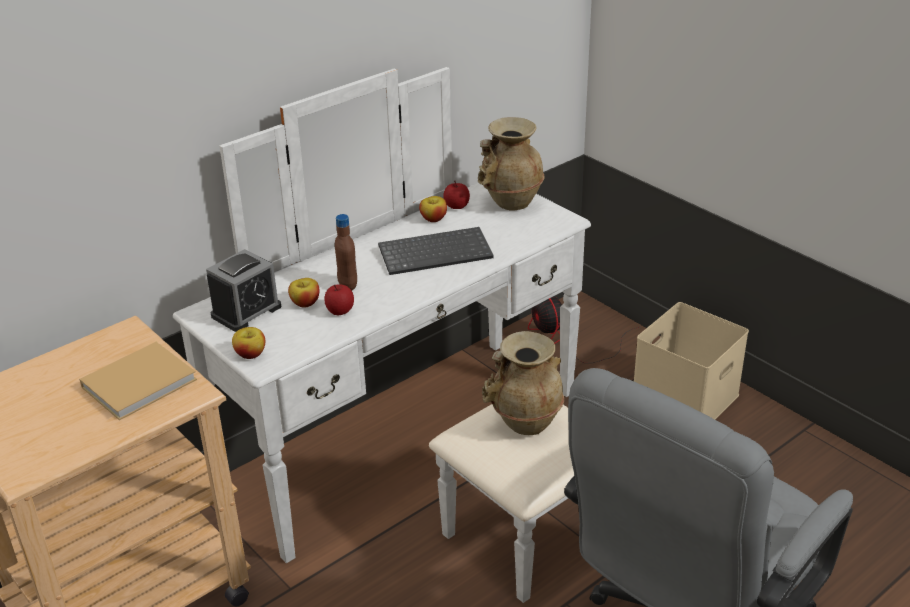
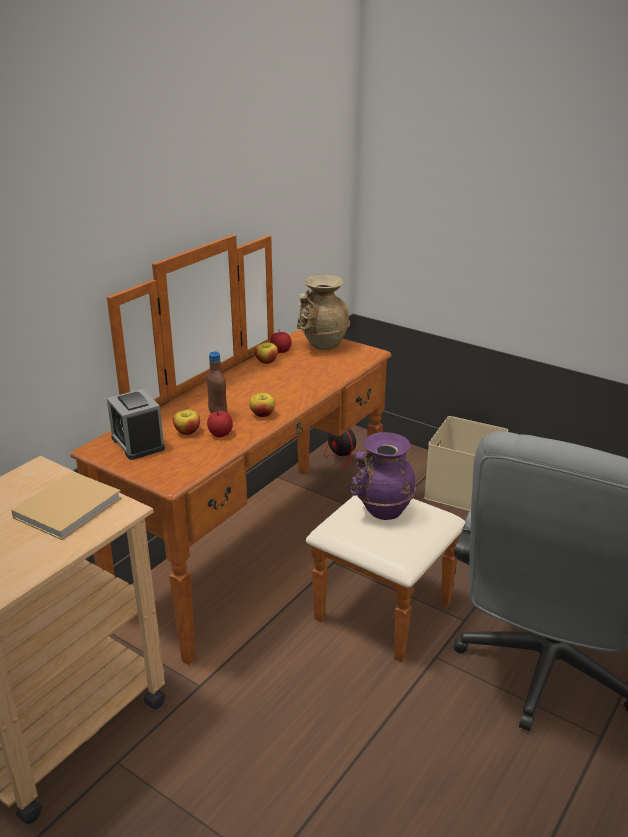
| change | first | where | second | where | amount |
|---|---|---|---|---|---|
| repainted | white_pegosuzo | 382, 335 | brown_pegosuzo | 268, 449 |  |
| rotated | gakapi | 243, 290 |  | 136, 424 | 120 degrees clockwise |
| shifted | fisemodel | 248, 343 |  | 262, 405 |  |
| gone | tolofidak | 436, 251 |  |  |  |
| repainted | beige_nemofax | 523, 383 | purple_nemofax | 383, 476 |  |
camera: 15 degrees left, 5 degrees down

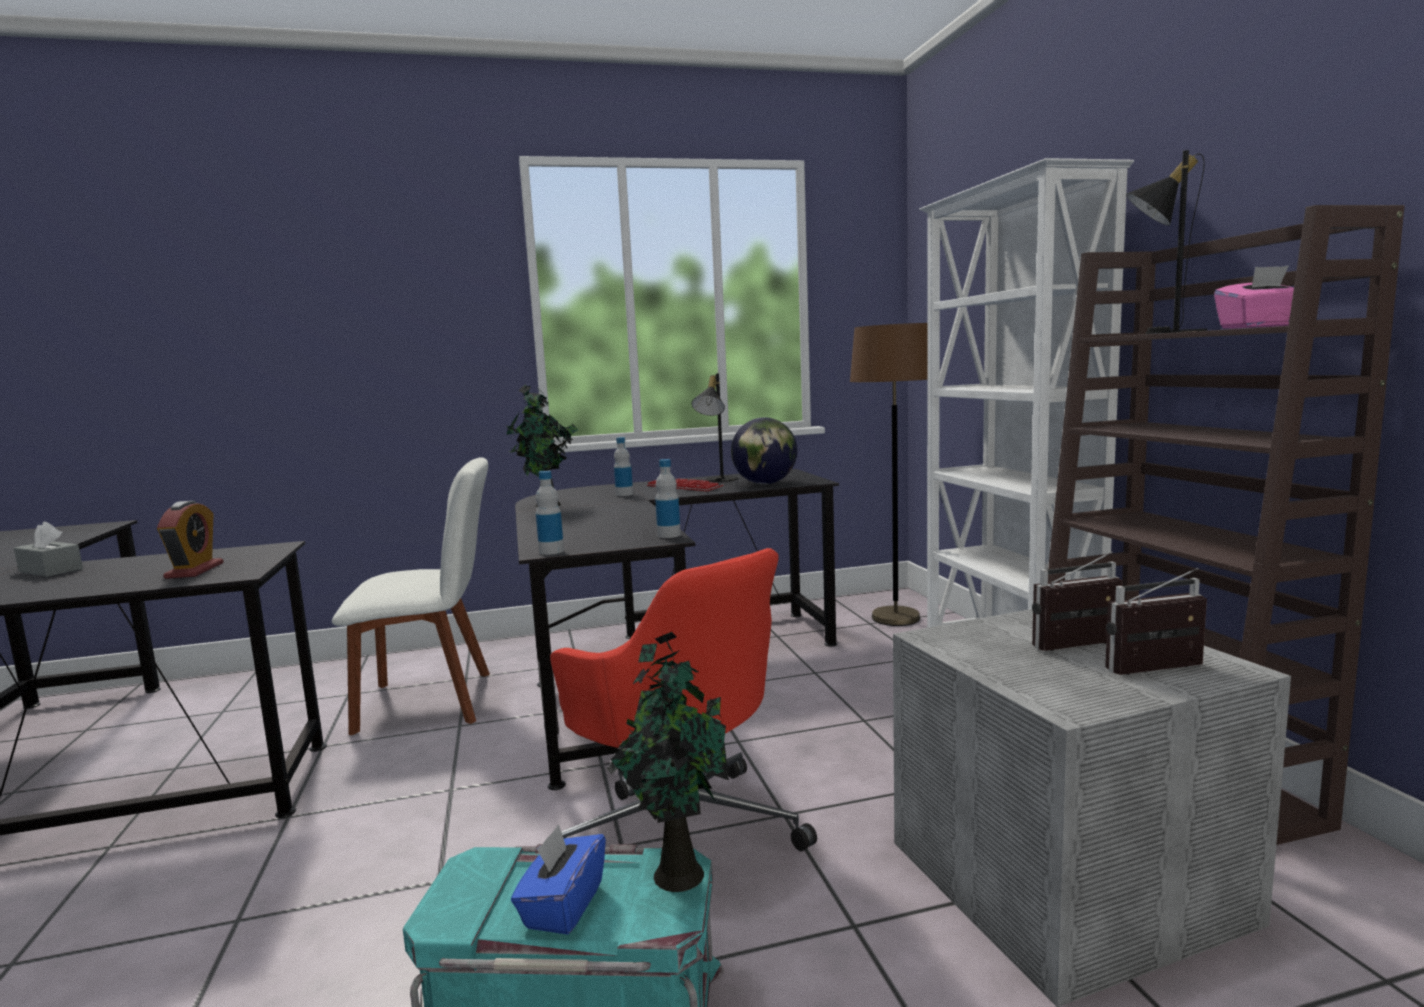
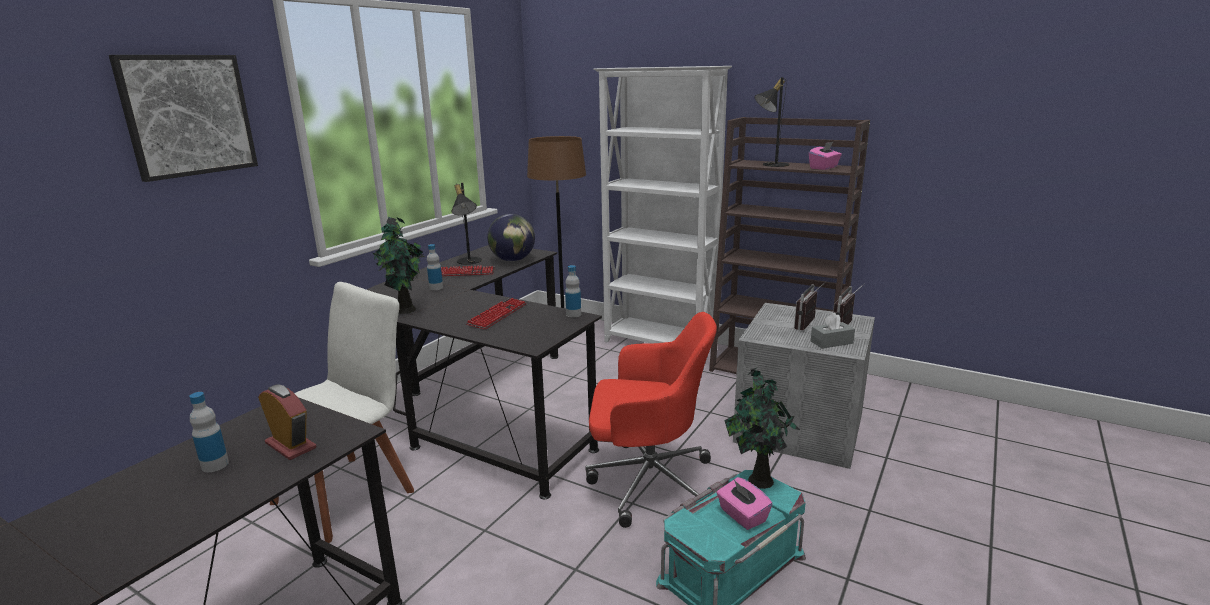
| change | first | where | second | where | amount |
|---|---|---|---|---|---|
| shifted | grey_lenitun | 48, 549 |  | 833, 331 |  |
| repainted | blue_lenitun | 558, 879 | pink_lenitun | 744, 503 |  |
| shifted | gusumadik | 550, 513 |  | 209, 432 |  |
| new |  |  | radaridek | 183, 118 |  |
| new |  |  | tolofidak | 496, 313 |  |
camera: 45 degrees left, 10 degrees up

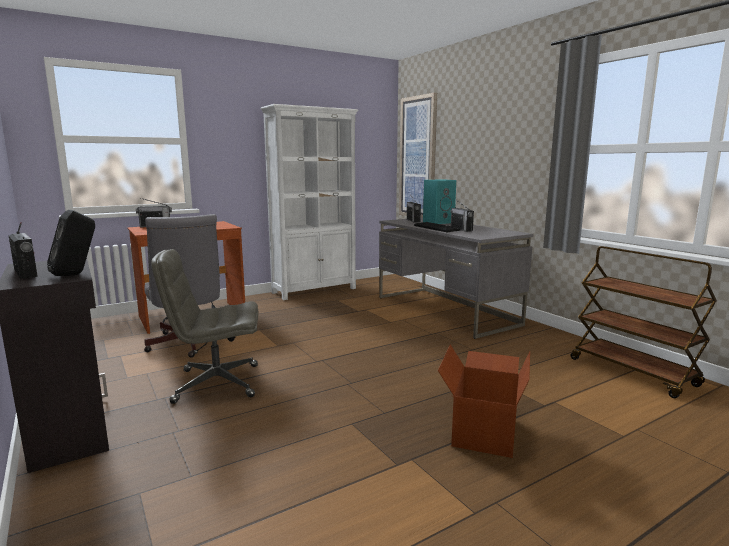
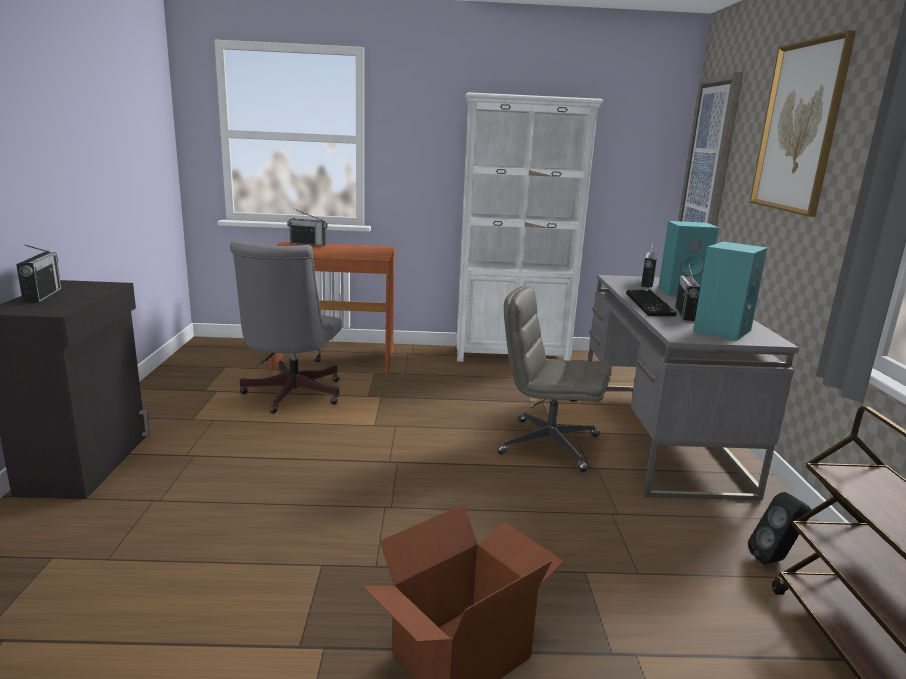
| change | first | where | second | where | amount |
|---|---|---|---|---|---|
| shifted | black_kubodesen | 71, 243 |  | 779, 528 |  |
| shifted | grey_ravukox | 204, 326 |  | 554, 379 |  |
| new |  |  | turquoise_kubodesen | 730, 291 |  |
| new |  |  | radaridek | 803, 123 |  |
camera: 30 degrees right, 5 degrees up

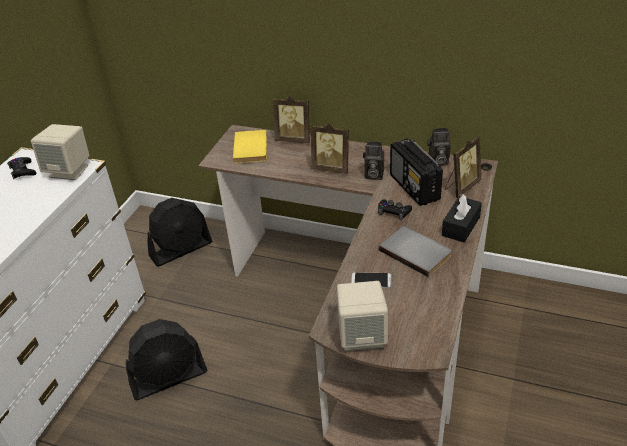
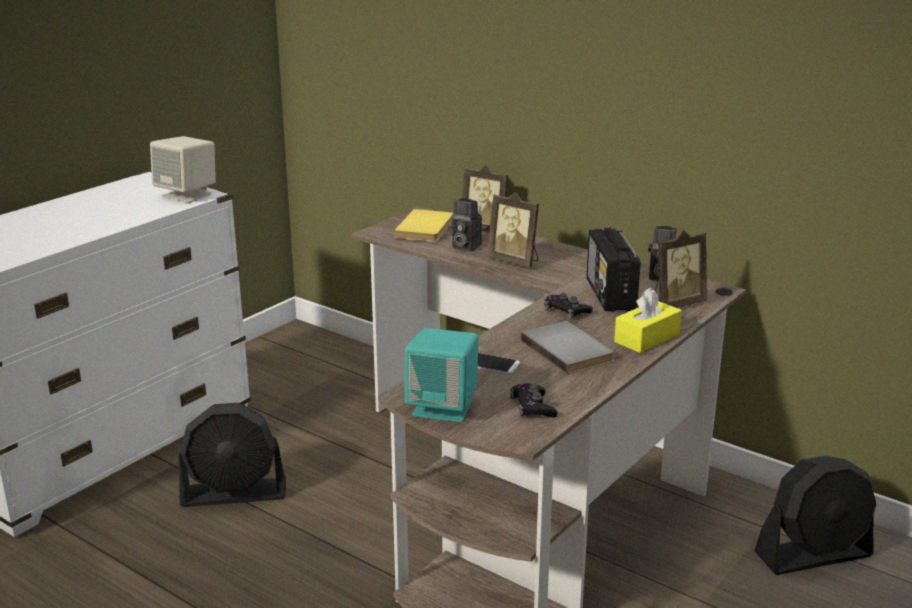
| change | first | where | second | where | amount |
|---|---|---|---|---|---|
| shifted | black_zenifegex | 21, 168 |  | 533, 401 |  |
| shifted | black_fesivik | 180, 232 |  | 815, 515 |  |
| repainted | beige_kubodesen | 362, 316 | turquoise_kubodesen | 441, 375 |  |
| shifted | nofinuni | 373, 160 |  | 467, 225 |  |
| repainted | black_lenitun | 462, 218 | yellow_lenitun | 648, 320 |  |
camera: 15 degrees right, 15 degrees down

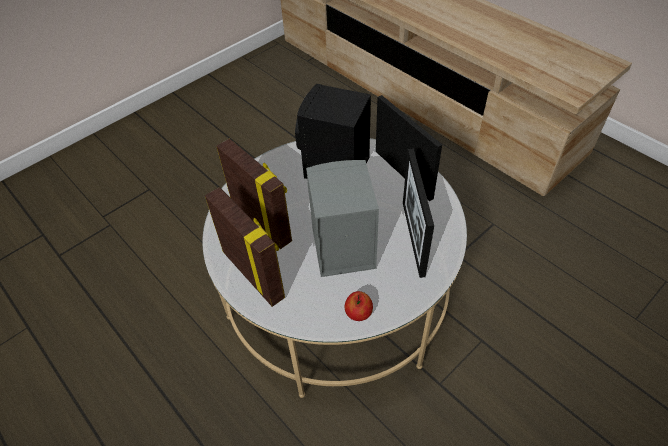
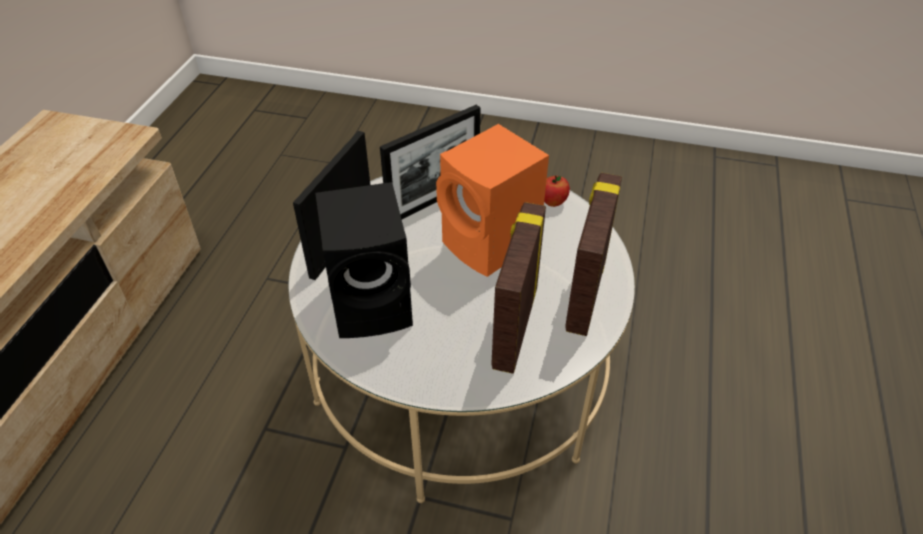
| change | first | where | second | where | amount |
|---|---|---|---|---|---|
| repainted | grey_kubodesen | 342, 218 | orange_kubodesen | 492, 200 |  |
camera: 125 degrees left, 5 degrees down

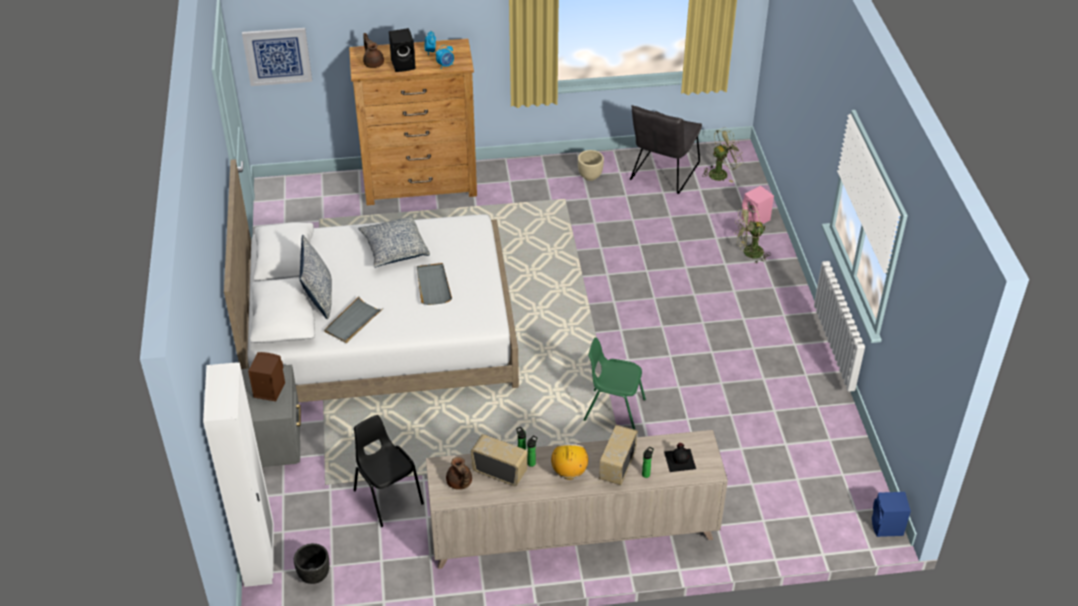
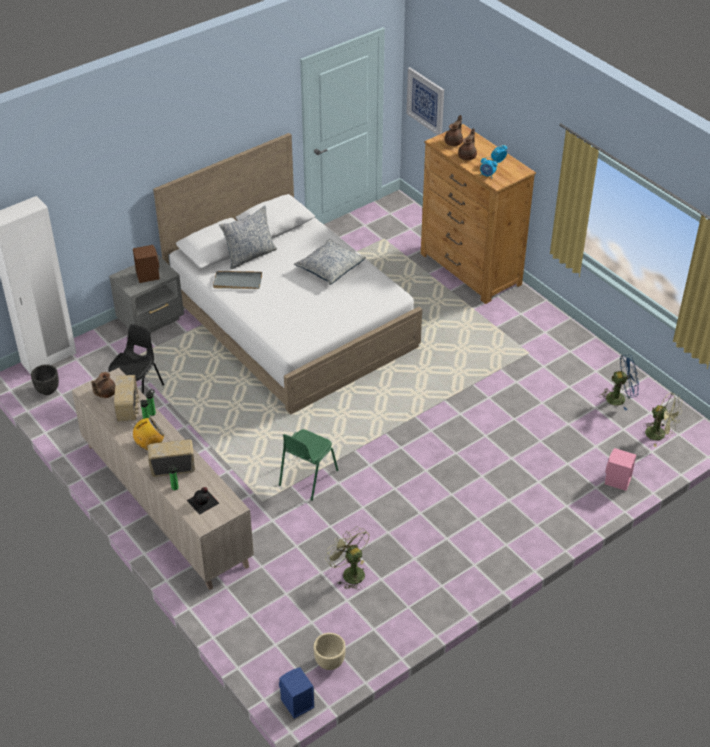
| change | first | where | second | where | amount |
|---|---|---|---|---|---|
| swapped | black_kubodesen | 402, 50 | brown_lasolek | 467, 144 |  |
| gone | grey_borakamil | 434, 284 |  |  |  |
| shifted | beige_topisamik | 591, 165 |  | 330, 651 |  |
| rotated | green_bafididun | 615, 383 |  | 308, 465 | 135 degrees counterclockwise |
| swapped | grey_bafididun | 666, 149 | blue_fesivik | 619, 382 |  |
| shifted | green_fesivik | 753, 234 |  | 347, 558 |  |
camera: 60 degrees right, 0 degrees up

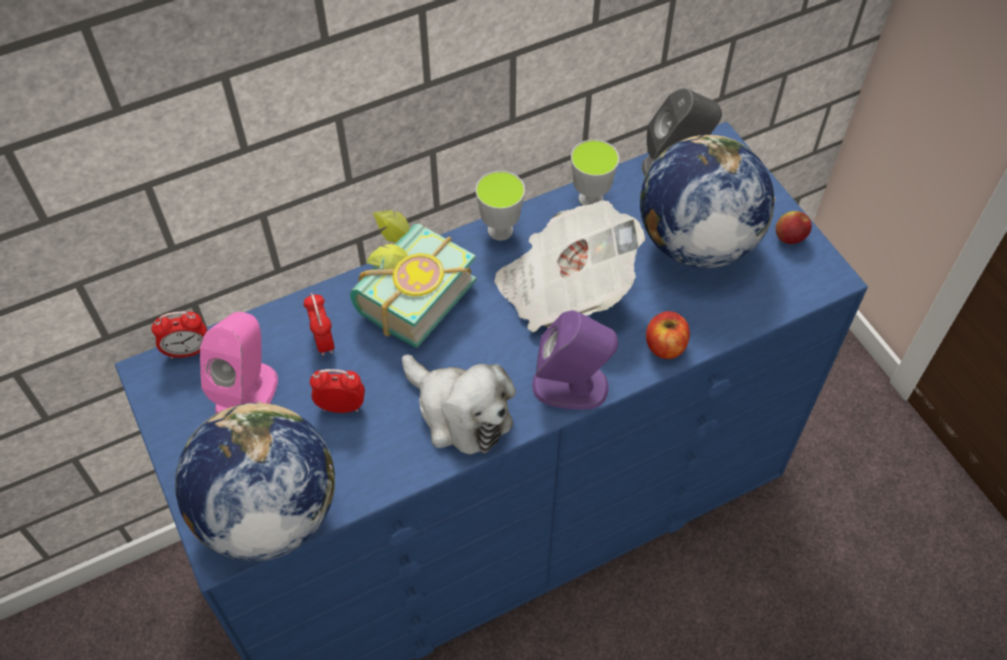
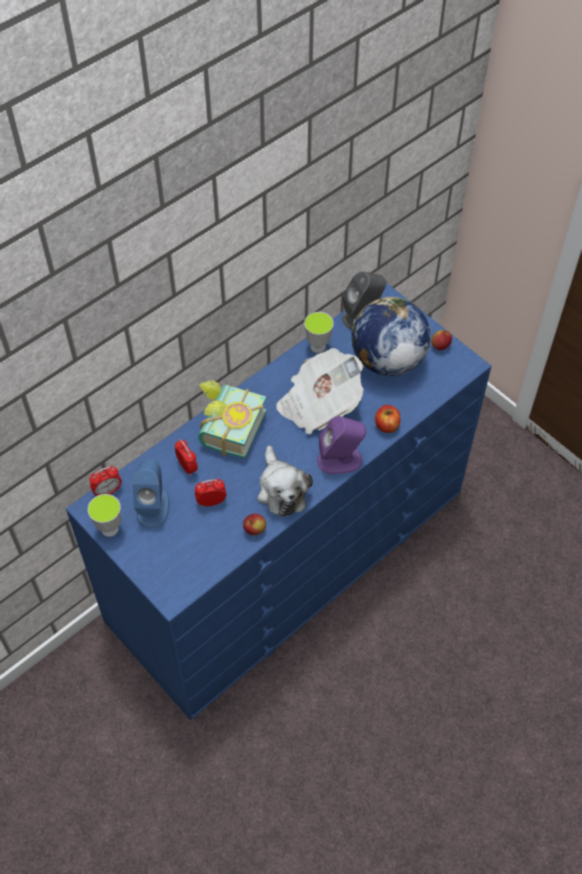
| change | first | where | second | where | amount |
|---|---|---|---|---|---|
| gone | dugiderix | 255, 481 |  |  |  |
| repainted | pink_kubodesen | 239, 363 | blue_kubodesen | 151, 493 |  |
| rotated | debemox | 459, 404 |  | 285, 481 | 45 degrees clockwise |
| shifted | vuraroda | 500, 206 |  | 104, 515 |  |
| new |  |  | fisemodel | 254, 524 |  |
camera: 15 degrees left, 0 degrees up

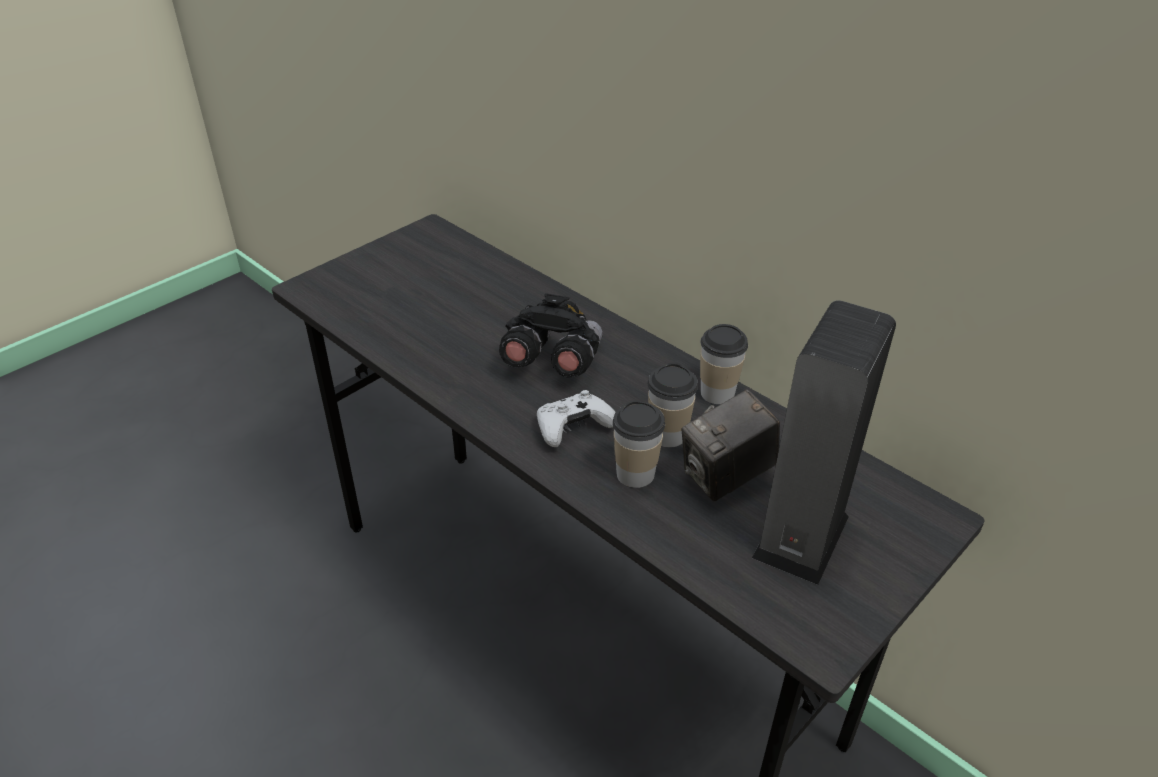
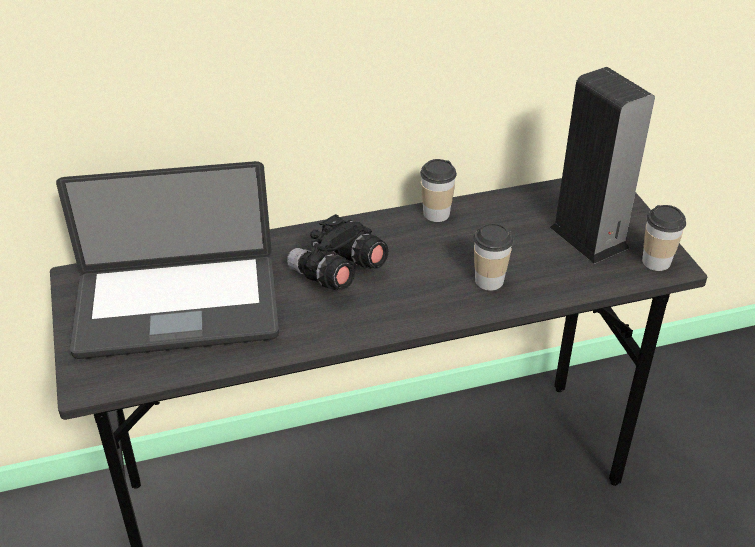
| change | first | where | second | where | amount |
|---|---|---|---|---|---|
| gone | white_zenifegex | 576, 418 |  |  |  |
| shifted | vuraroda | 673, 405 |  | 664, 238 |  |
| gone | nofinuni | 731, 445 |  |  |  |
| new |  |  | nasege | 167, 260 |  |
camera: 60 degrees left, 0 degrees up

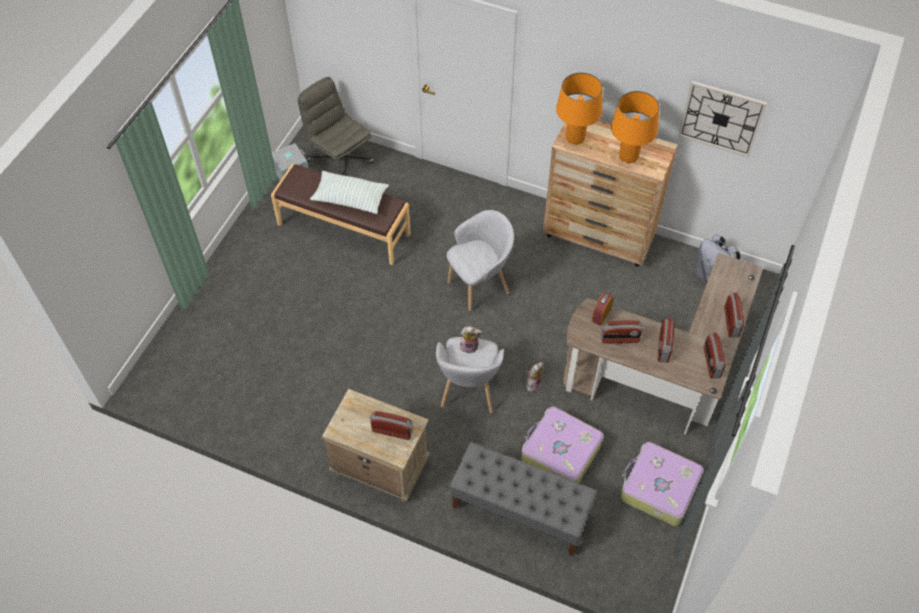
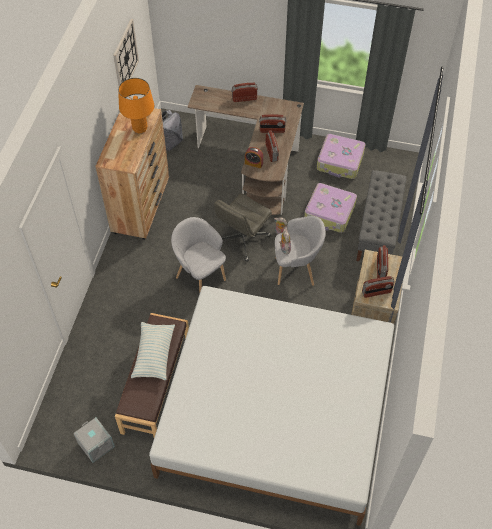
| change | first | where | second | where | amount |
|---|---|---|---|---|---|
| shifted | grey_ravukox | 336, 125 |  | 243, 227 |  |
| gone | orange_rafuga | 579, 109 |  |  |  |
| shifted | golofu | 715, 355 |  | 378, 287 |  |
| new |  |  | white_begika | 271, 406 |  |
camera: 100 degrees left, 0 degrees up

